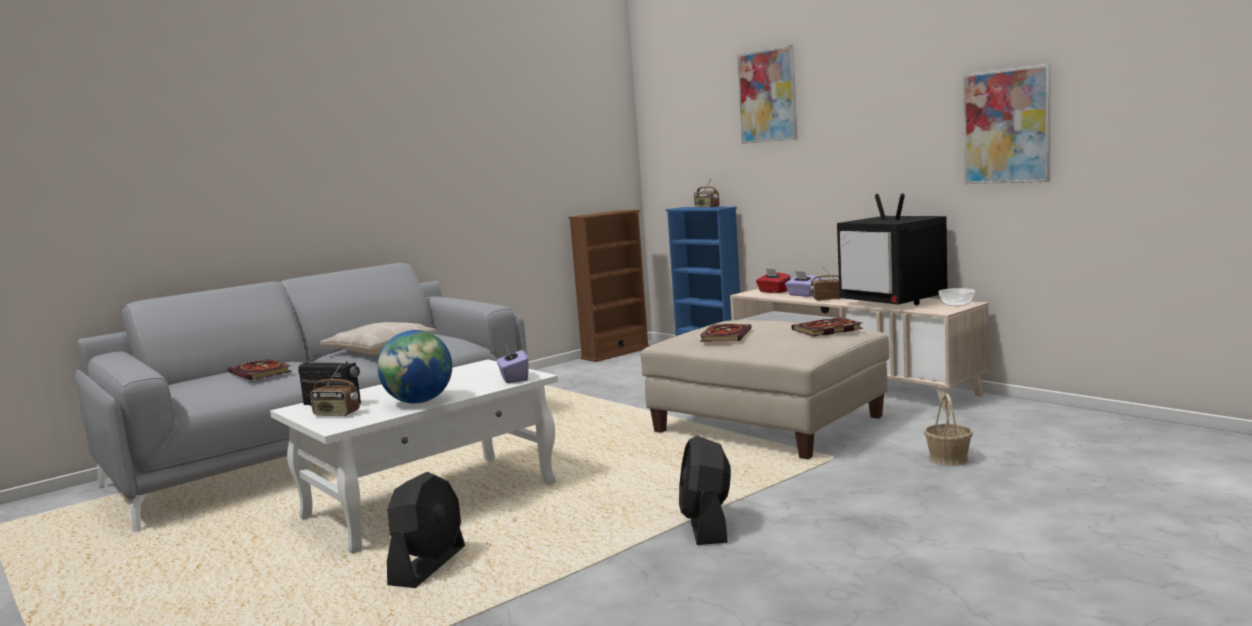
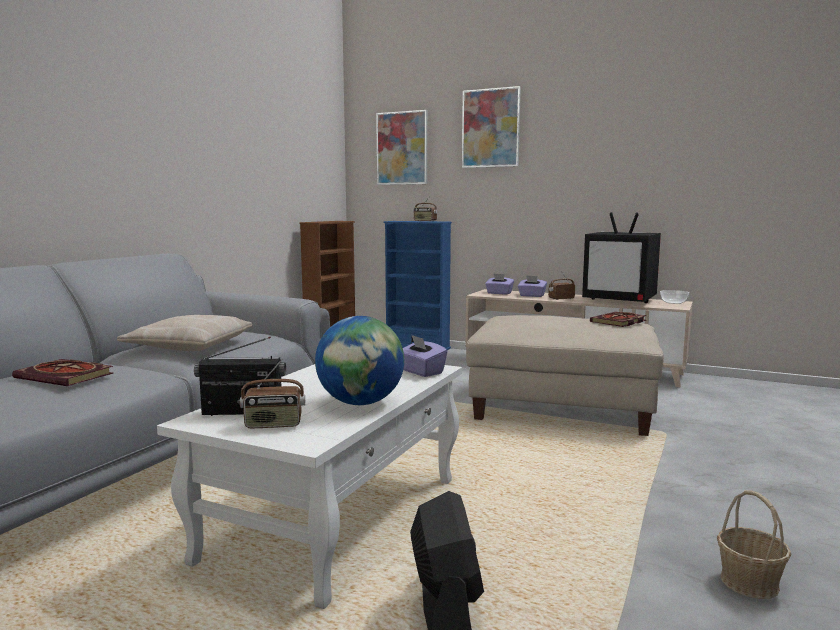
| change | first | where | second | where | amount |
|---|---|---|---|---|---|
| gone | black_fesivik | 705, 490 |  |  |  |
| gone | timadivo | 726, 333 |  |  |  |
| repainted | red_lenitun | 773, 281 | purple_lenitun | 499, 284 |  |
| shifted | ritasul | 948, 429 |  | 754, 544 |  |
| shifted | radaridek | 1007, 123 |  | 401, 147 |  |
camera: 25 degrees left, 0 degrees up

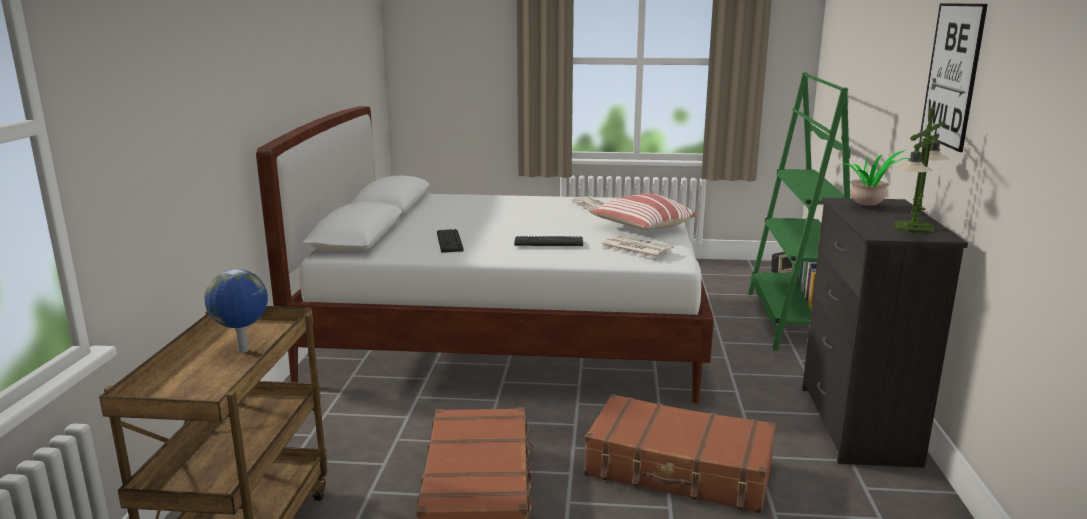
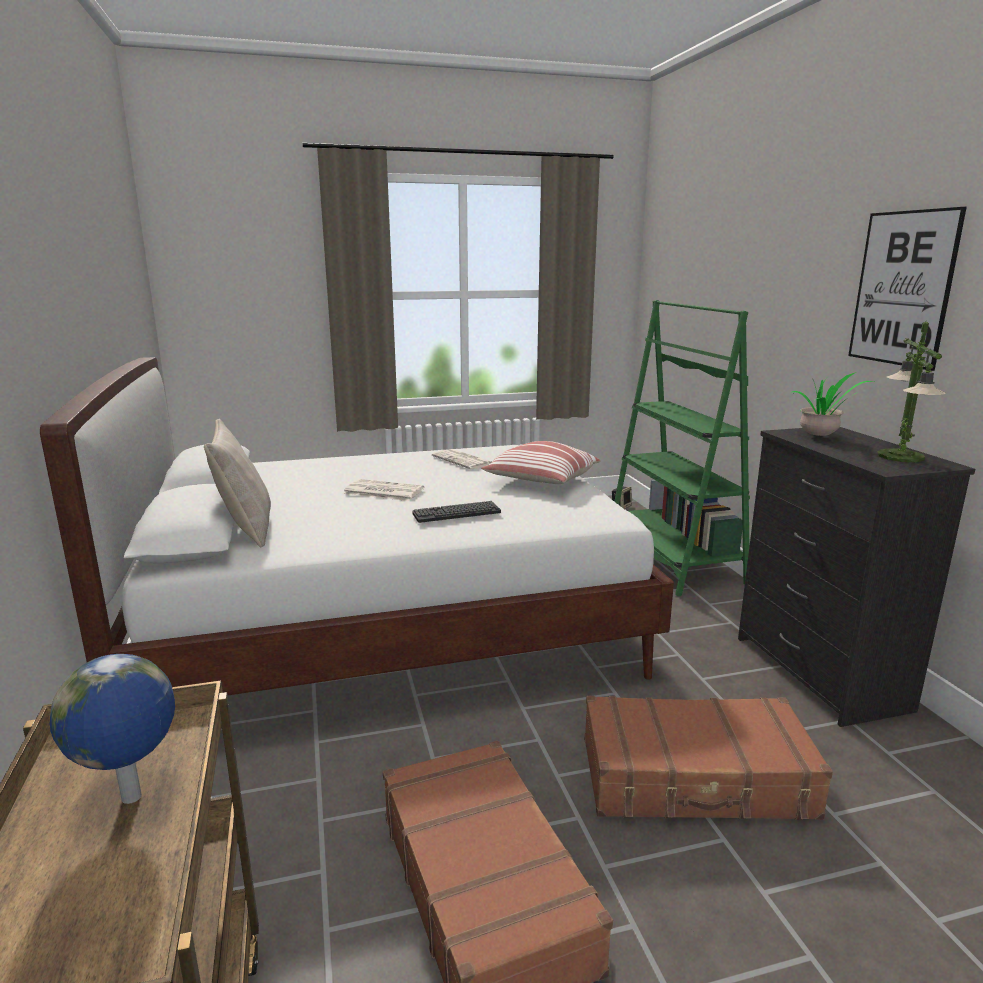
| change | first | where | second | where | amount |
|---|---|---|---|---|---|
| gone | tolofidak | 450, 241 |  |  |  |
| shifted | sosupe | 637, 246 |  | 383, 490 |  |
| new |  |  | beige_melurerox | 237, 483 |  |
camera: 20 degrees left, 0 degrees up

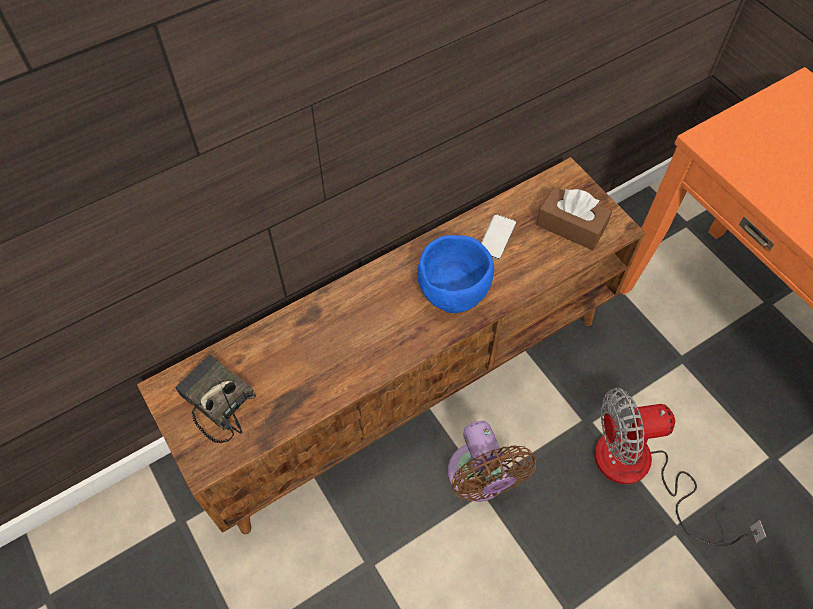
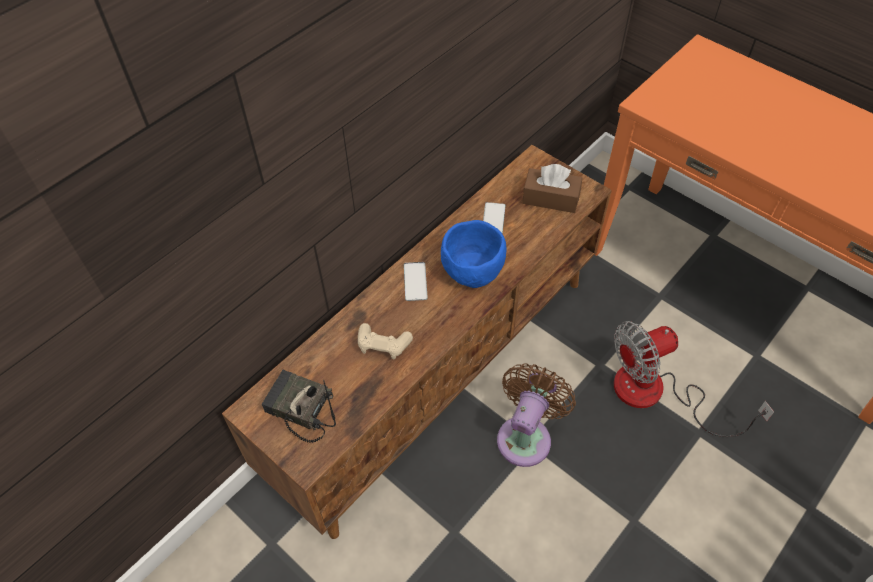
| change | first | where | second | where | amount |
|---|---|---|---|---|---|
| rotated | brown_fesivik | 492, 461 |  | 536, 415 | 120 degrees counterclockwise |
| new |  |  | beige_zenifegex | 385, 341 |  |
| new |  |  | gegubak | 416, 281 |  |
camera: 15 degrees left, 5 degrees down

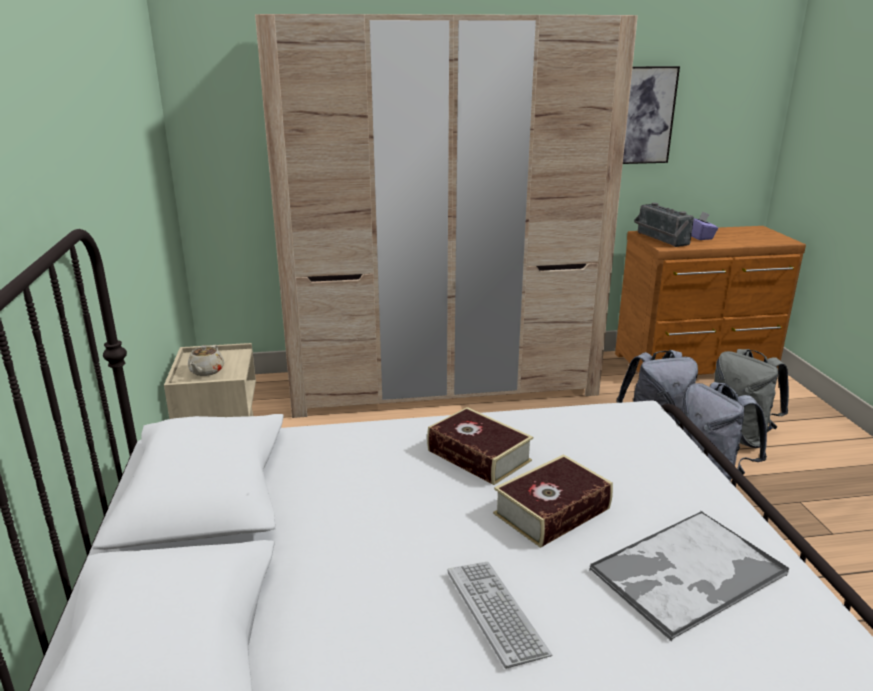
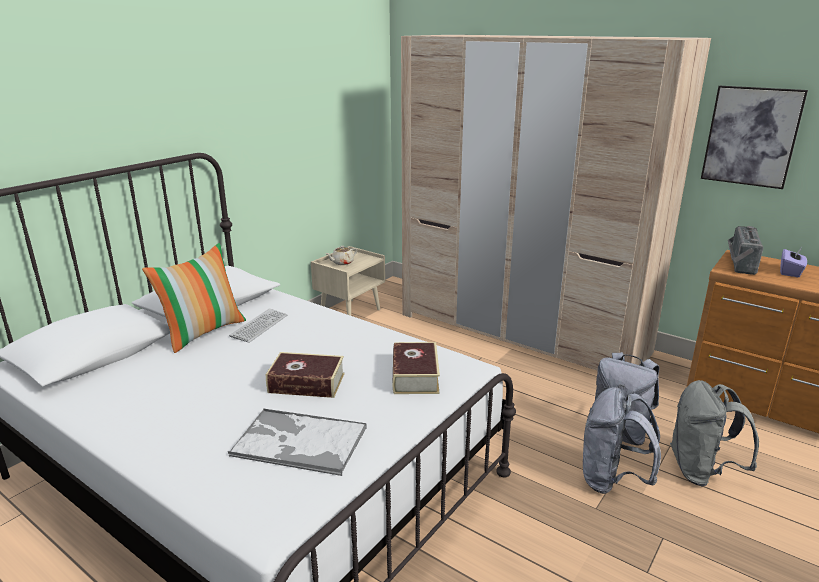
| change | first | where | second | where | amount |
|---|---|---|---|---|---|
| shifted | timadivo | 480, 446 |  | 416, 368 |  |
| shifted | tolofidak | 500, 615 |  | 258, 326 |  |
| new |  |  | melurerox | 194, 298 |  |
camera: 45 degrees right, 0 degrees up

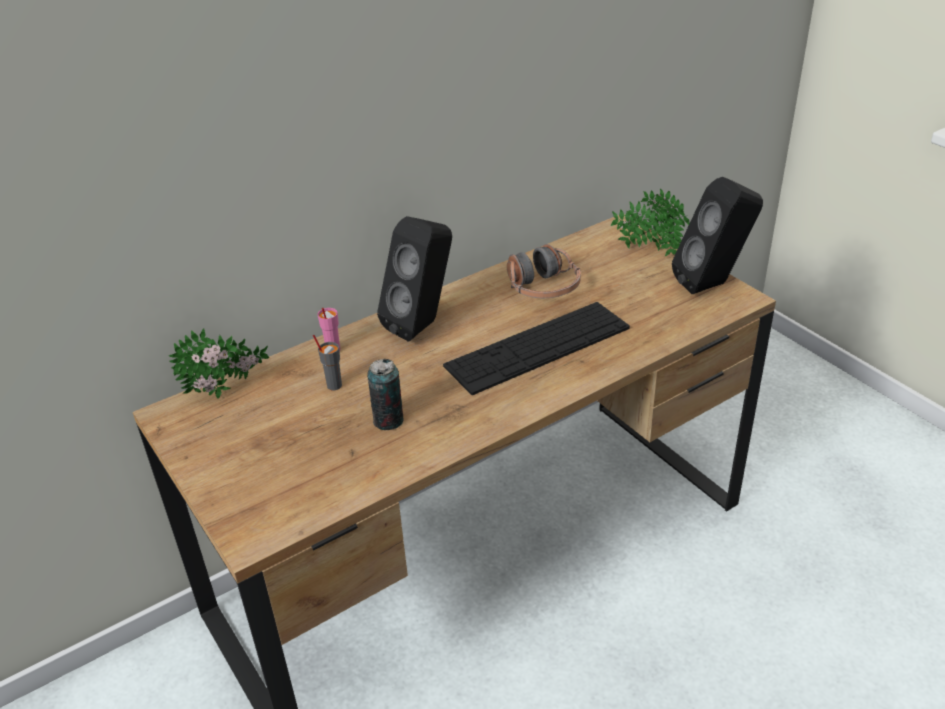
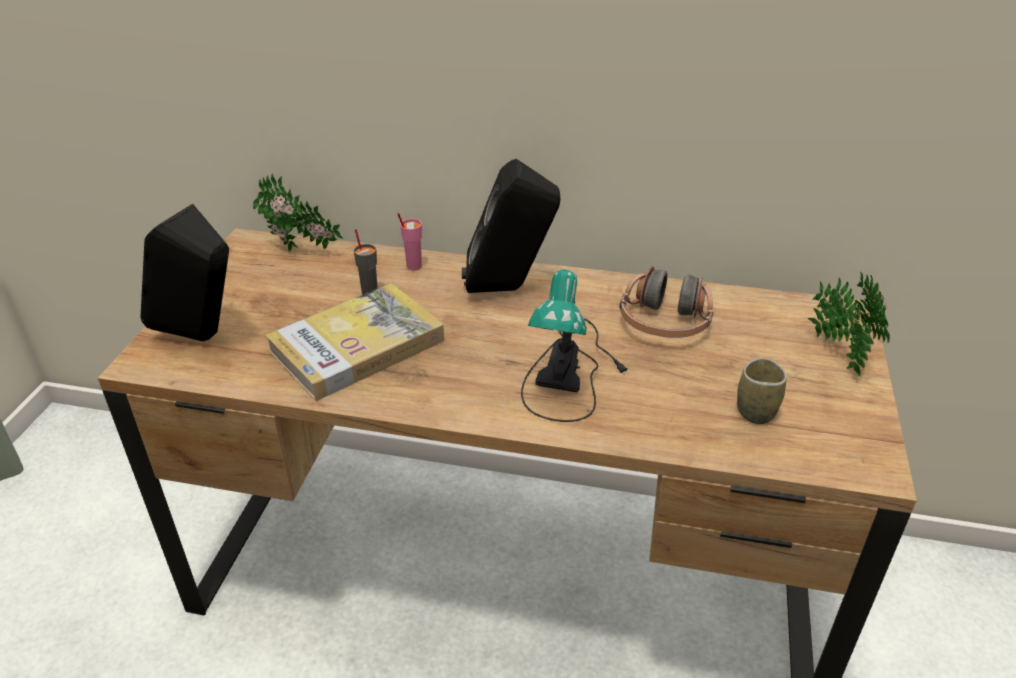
| change | first | where | second | where | amount |
|---|---|---|---|---|---|
| swapped | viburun | 385, 394 | timadivo | 354, 342 |  |
| swapped | tolofidak | 536, 348 | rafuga | 575, 346 |  |
| shifted | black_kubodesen | 717, 235 |  | 184, 272 |  |
| new |  |  | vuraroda | 761, 391 |  |
camera: 45 degrees right, 0 degrees up

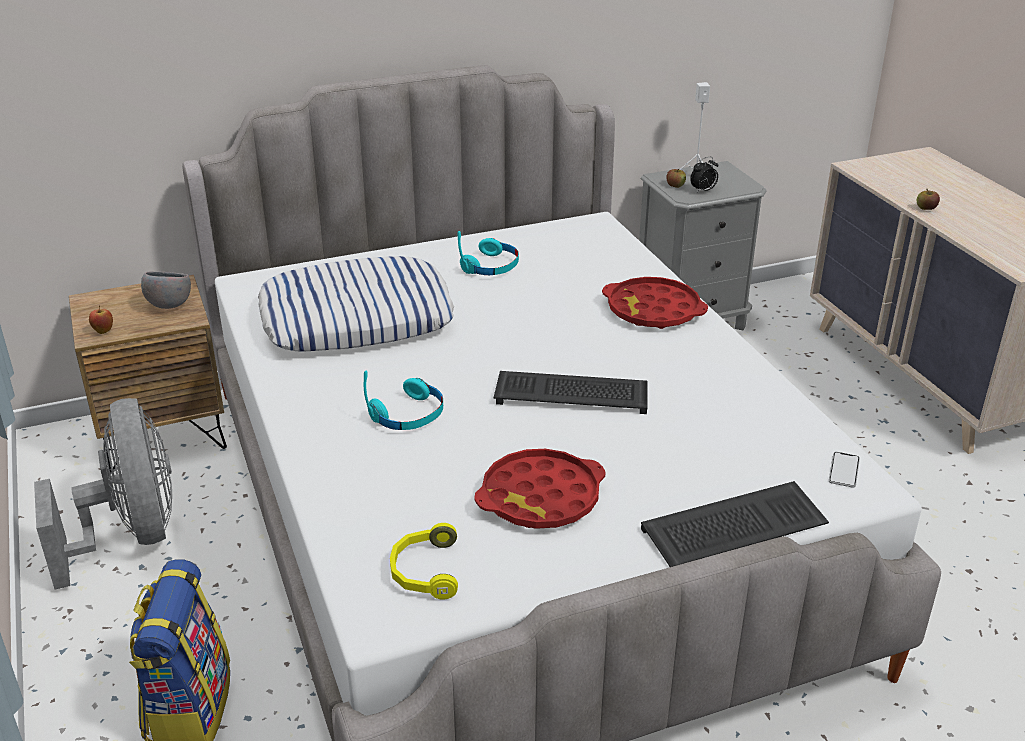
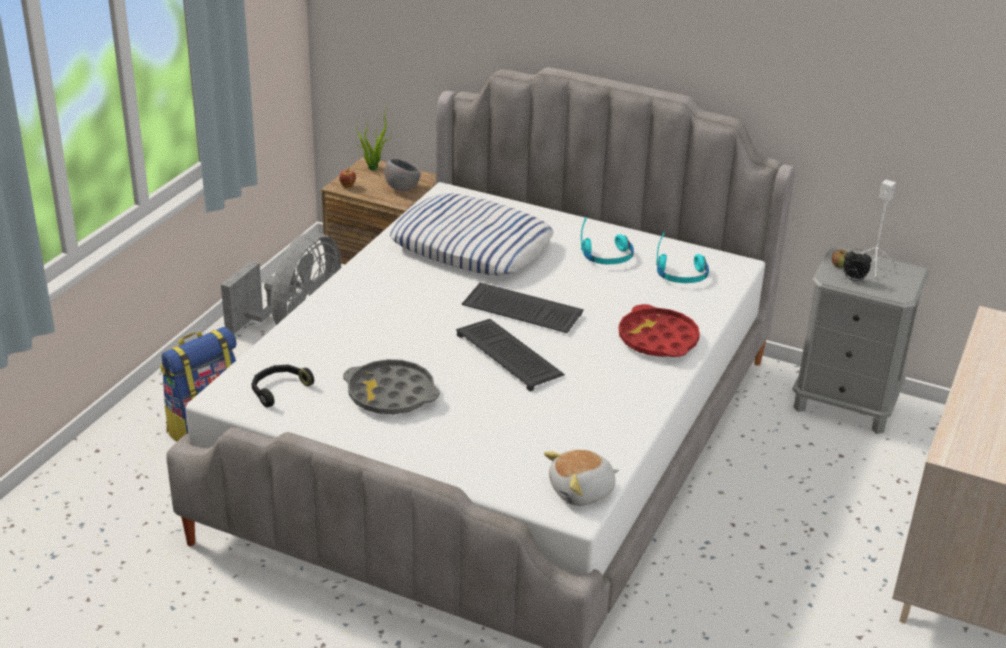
| change | first | where | second | where | amount |
|---|---|---|---|---|---|
| shifted | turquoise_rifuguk | 403, 400 |  | 682, 257 |  |
| repainted | yellow_rifuguk | 424, 561 | black_rifuguk | 283, 386 |  |
| repainted | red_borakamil | 540, 489 | grey_borakamil | 391, 387 |  |
| shifted | tolofidak | 735, 524 |  | 523, 307 |  |
| swapped | gegubak | 844, 470 | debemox | 581, 477 |  |
| gone | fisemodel | 928, 199 |  |  |  |
| new |  |  | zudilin | 374, 137 |  |
camera: 45 degrees right, 0 degrees up

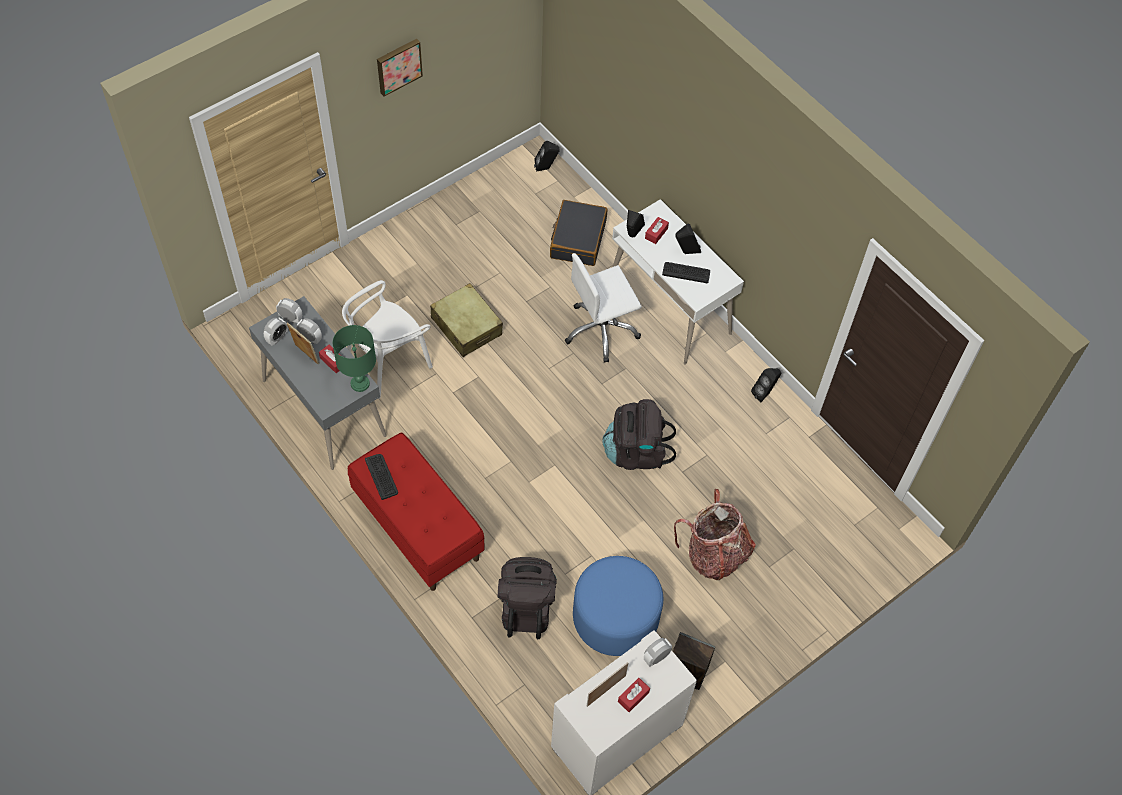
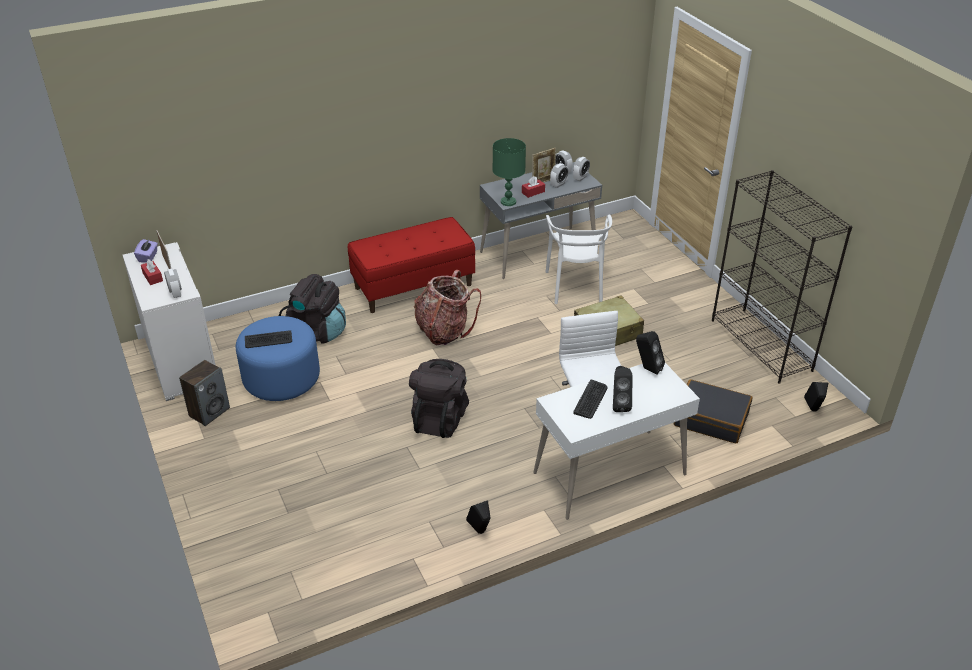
| change | first | where | second | where | amount |
|---|---|---|---|---|---|
| rotated | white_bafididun | 387, 339 |  | 579, 259 | 150 degrees counterclockwise |
| shifted | tolofidak | 381, 477 |  | 268, 339 |  |
| gone | radaridek | 400, 67 |  |  |  |
| gone | red_lenitun | 657, 230 |  |  |  |
| shifted | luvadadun | 715, 534 |  | 447, 307 |  |
| new |  |  | purple_lenitun | 146, 251 |  |
| new |  |  | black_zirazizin | 782, 277 |  |
camera: 105 degrees right, 20 degrees down

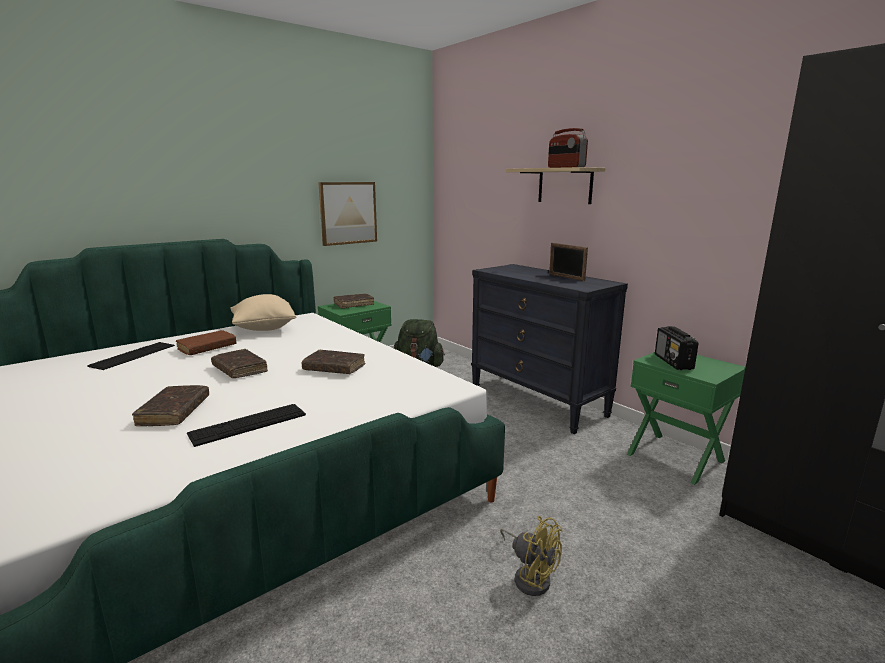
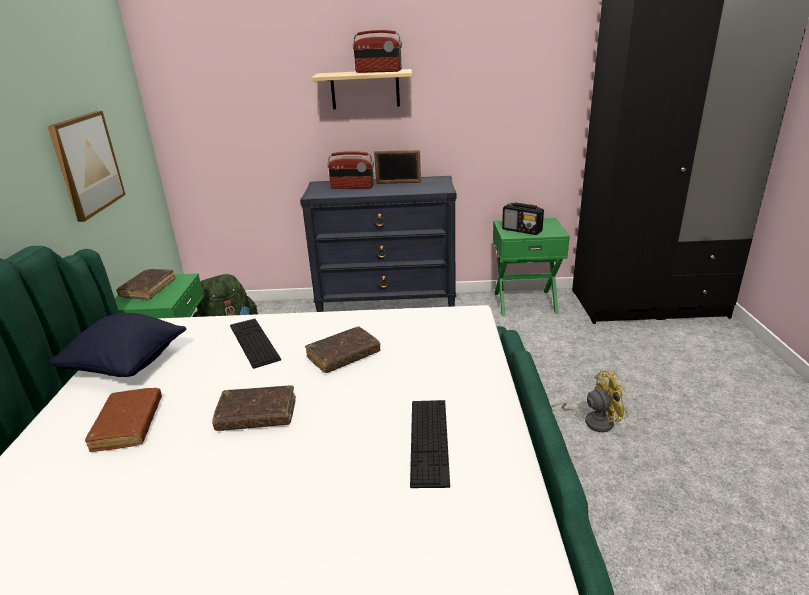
| change | first | where | second | where | amount |
|---|---|---|---|---|---|
| shifted | tolofidak | 131, 356 |  | 255, 344 |  |
| gone | brown_timadivo | 170, 405 |  |  |  |
| repainted | beige_melurerox | 263, 312 | black_melurerox | 117, 345 |  |
| new |  |  | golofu | 350, 170 |  |
camera: 50 degrees left, 10 degrees up

